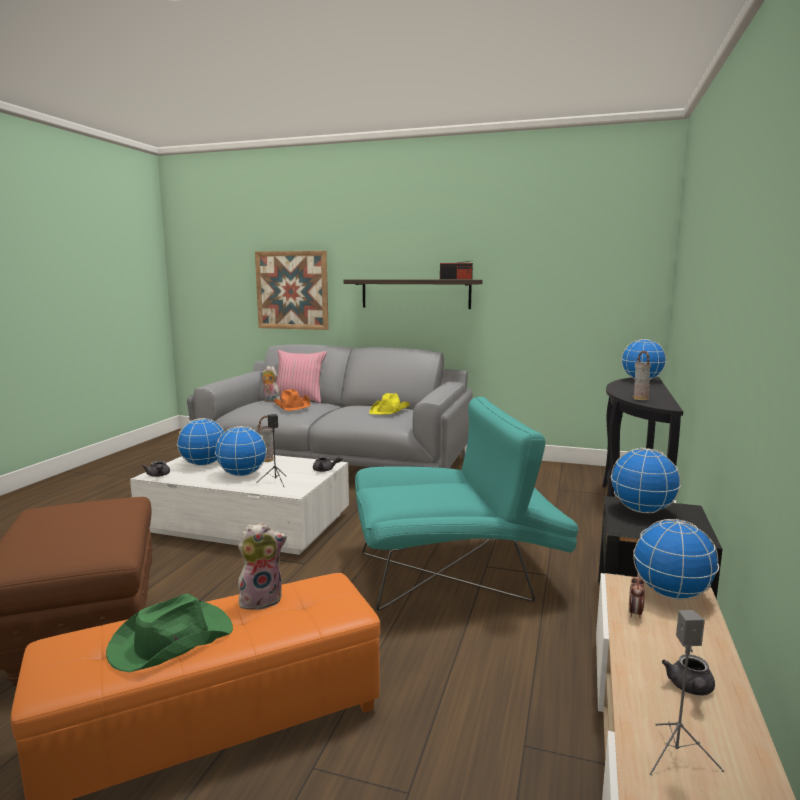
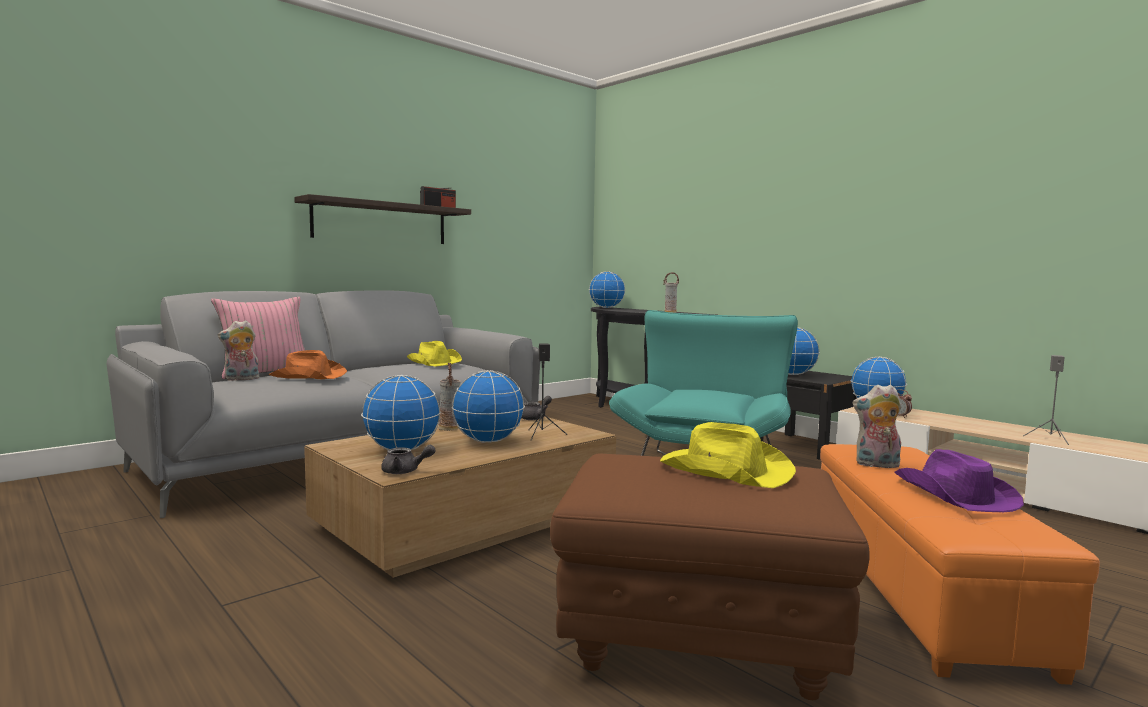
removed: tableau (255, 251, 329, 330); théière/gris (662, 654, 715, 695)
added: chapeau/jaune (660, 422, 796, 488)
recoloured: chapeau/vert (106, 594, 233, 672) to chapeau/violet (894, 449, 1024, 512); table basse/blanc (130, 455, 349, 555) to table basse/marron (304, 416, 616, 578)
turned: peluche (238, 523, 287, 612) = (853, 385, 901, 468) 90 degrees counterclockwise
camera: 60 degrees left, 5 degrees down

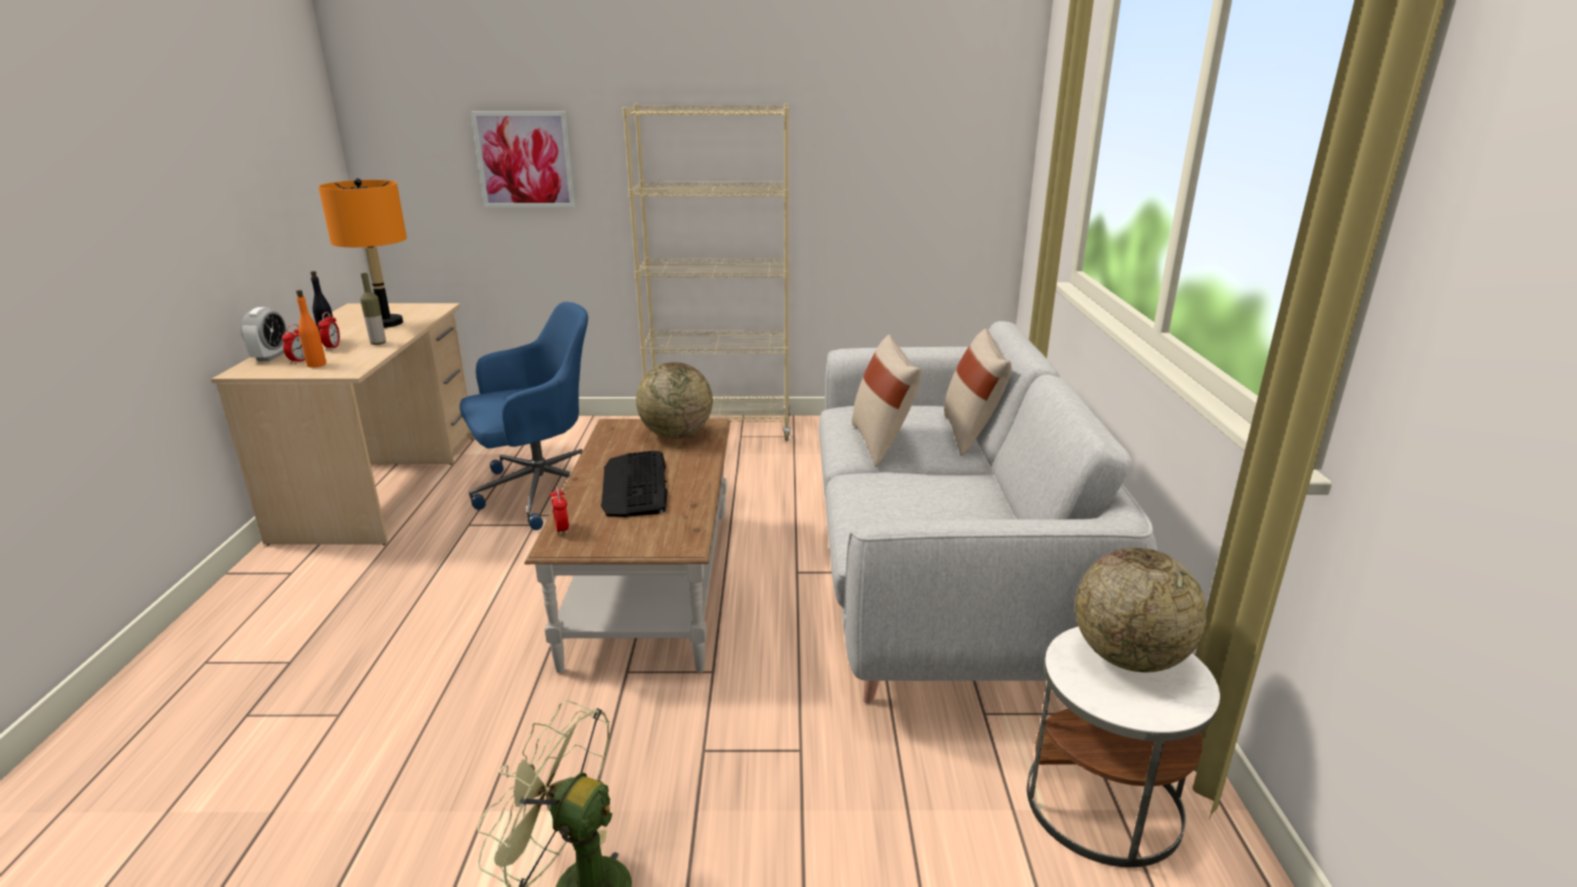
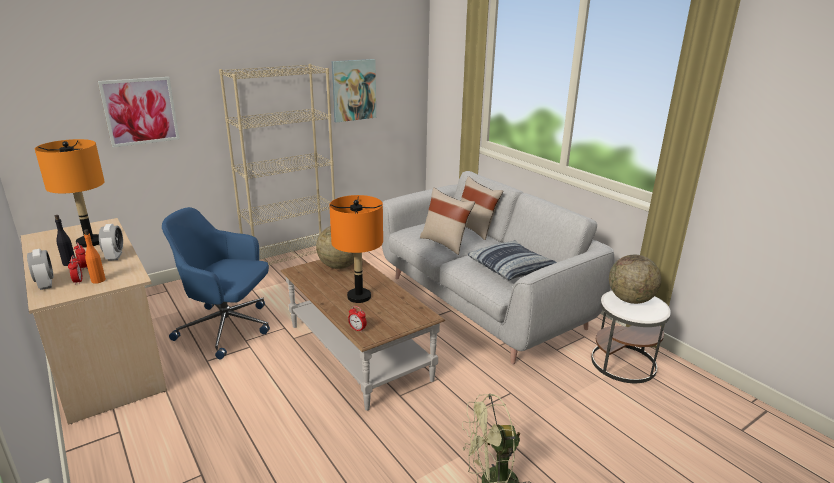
added: tableau (332, 59, 376, 123); coussin (468, 240, 557, 280)
replaced: bouteille (360, 273, 386, 345) to réveil (99, 224, 123, 261); clavier (601, 451, 668, 517) to lampe de table/orange (329, 195, 383, 303)
turned: chaise de bureau/bleu (460, 302, 588, 530) = (162, 207, 270, 359) 105 degrees counterclockwise
camera: 35 degrees left, 0 degrees up

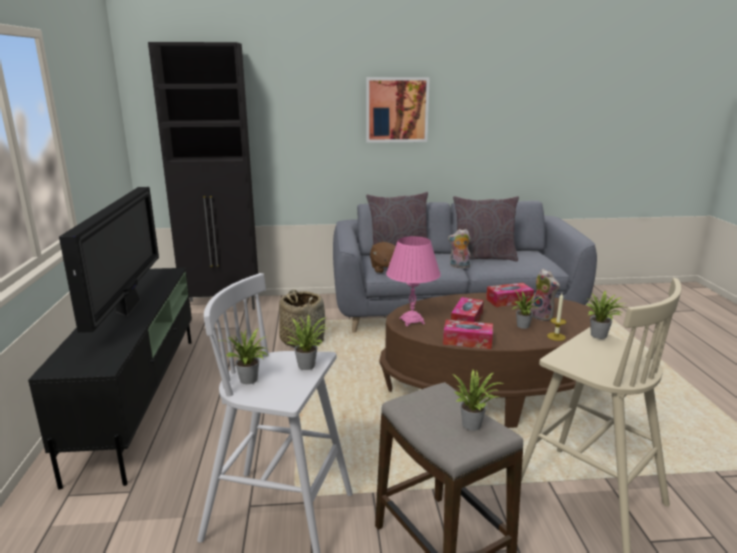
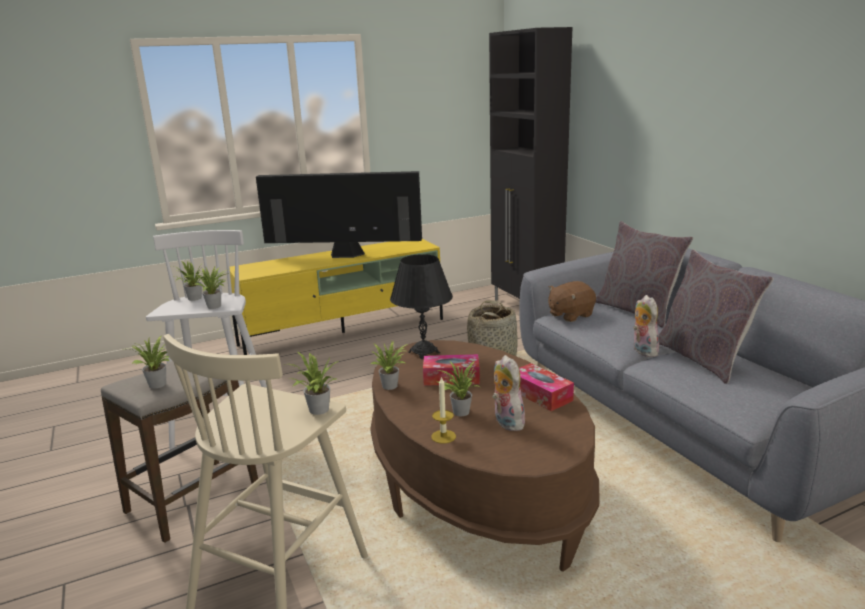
removed: tableau (366, 77, 430, 143)
replaced: boîte à mouchoirs (443, 320, 493, 349) to plante en pot (371, 341, 407, 390)
recoloured: meuble télé/noir (28, 268, 192, 490) to meuble télé/jaune (230, 239, 443, 355); lampe de table/rose (386, 236, 441, 326) to lampe de table/noir (390, 254, 453, 359)
turned: téléviseur (59, 187, 159, 333) = (256, 171, 422, 258) 150 degrees counterclockwise; peluche (530, 269, 560, 321) = (492, 355, 528, 431) 120 degrees clockwise
camera: 70 degrees right, 0 degrees up

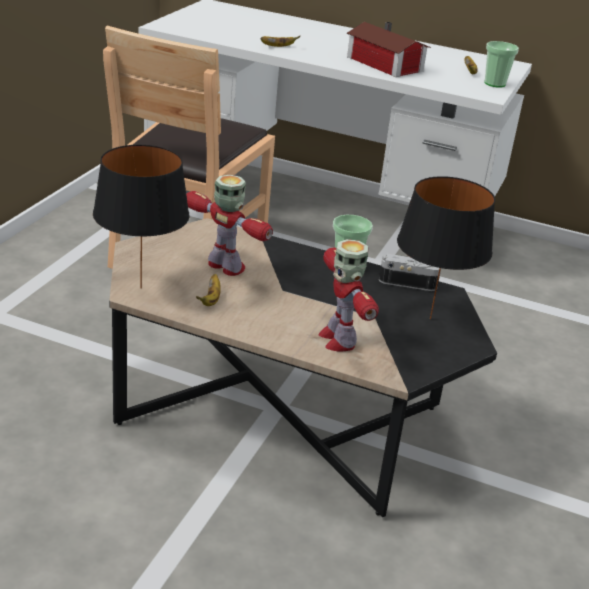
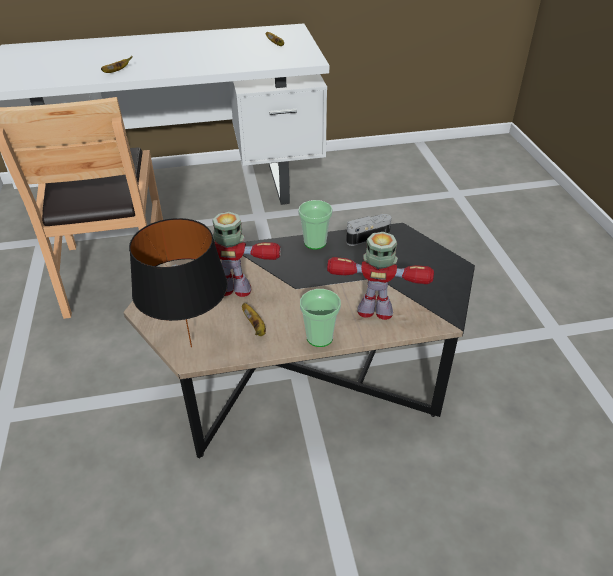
removed: maison miniature (347, 22, 431, 77); lampe de table/noir (397, 176, 495, 319)
moved: tasse (484, 41, 519, 88) to (300, 289, 341, 347)
turned: robot jouet (319, 239, 379, 352) = (327, 232, 434, 320) 150 degrees clockwise
camera: 30 degrees left, 10 degrees up

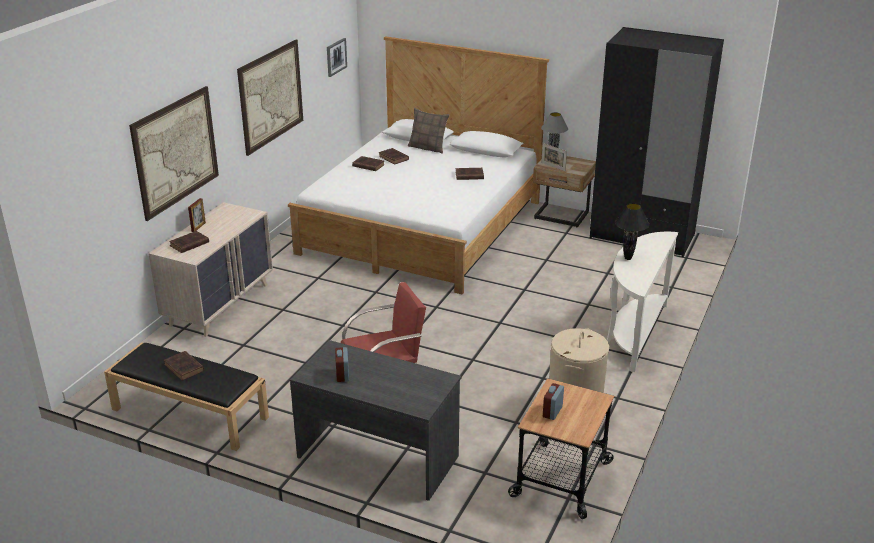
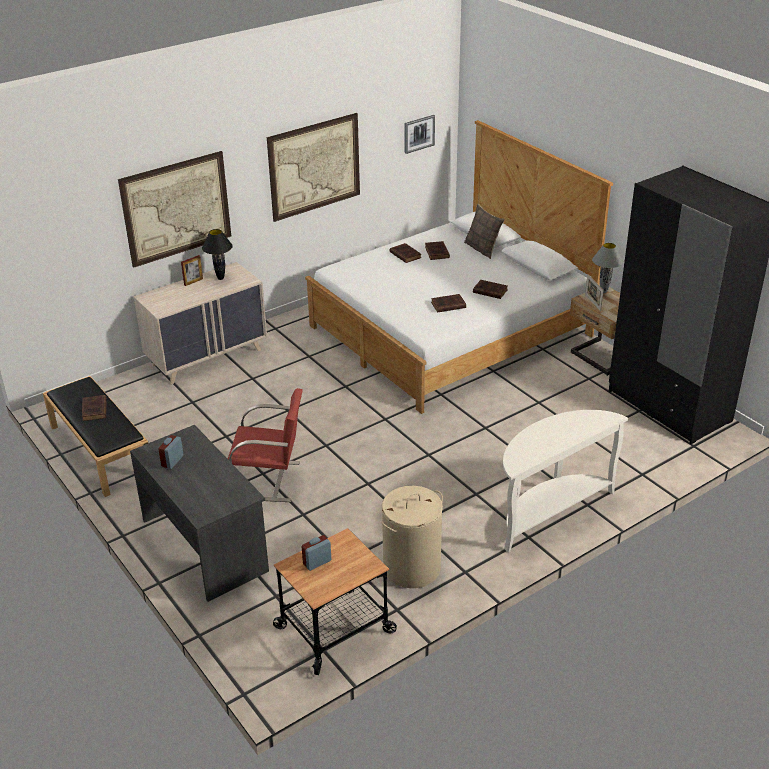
moved: livre/marron (169, 231, 209, 253) to (431, 294, 466, 313); lampe de table/noir (615, 203, 649, 260) to (202, 229, 233, 280)
camera: 30 degrees right, 5 degrees up

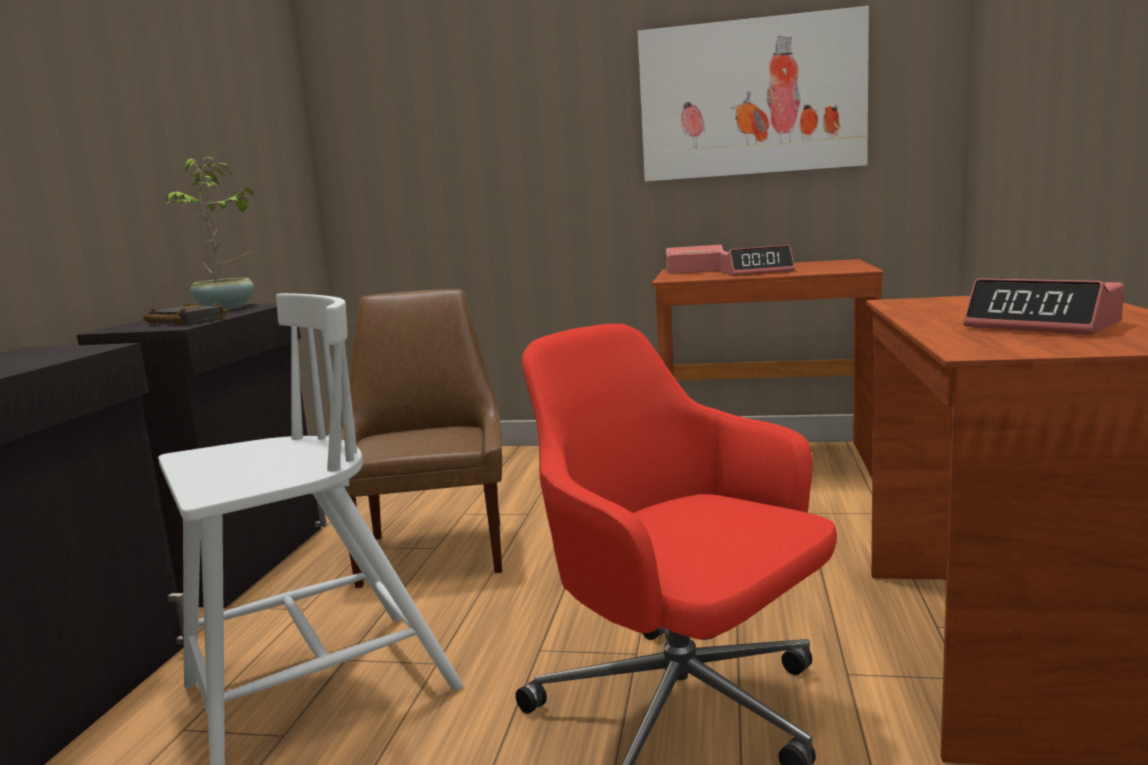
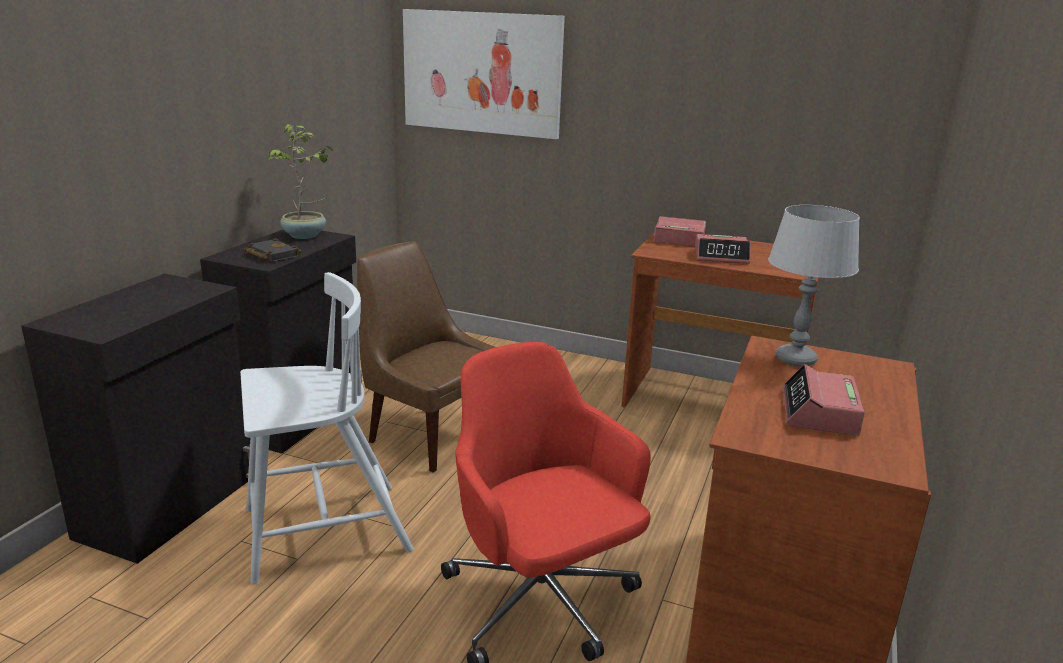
added: lampe de table/gris (768, 205, 860, 367)
moved: tableau (638, 6, 869, 182) to (403, 9, 565, 139)
turned: chaise/marron (341, 289, 502, 588) = (357, 241, 496, 472) 60 degrees counterclockwise; réveil (963, 278, 1124, 335) = (782, 364, 865, 436) 45 degrees clockwise
camera: 10 degrees right, 10 degrees up

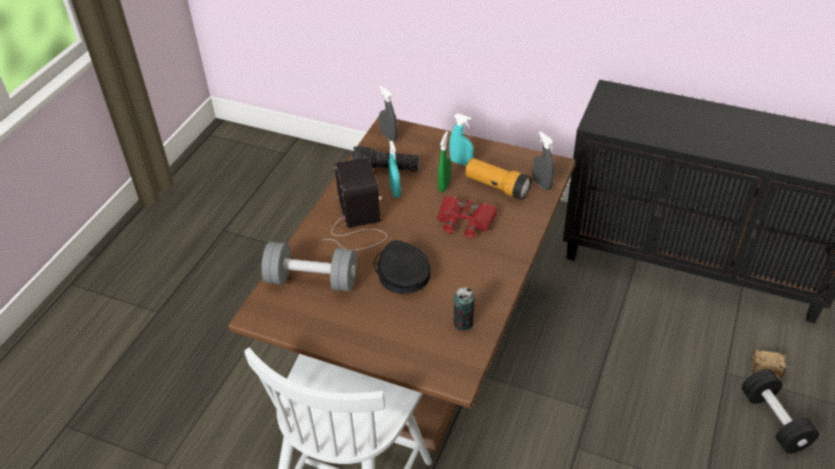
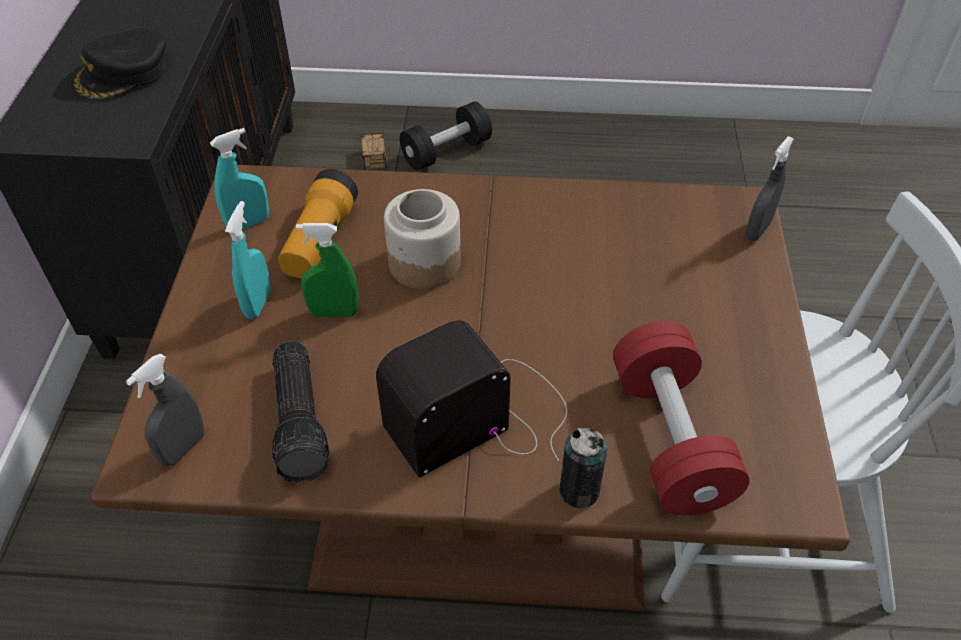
moved: casquette/noir (374, 240, 431, 294) to (71, 28, 167, 101); vaporisateur/turquoise (389, 141, 401, 198) to (210, 128, 269, 229); boîte métallique (453, 287, 474, 331) to (560, 427, 607, 508); vaporisateur/gris (532, 131, 554, 190) to (745, 136, 794, 241)
replaced: jumelles/rouge (437, 196, 498, 238) to bocal (384, 189, 461, 289)
recoloured: haltère/gris (262, 242, 357, 291) to haltère/rouge (613, 321, 750, 515)
camera: 110 degrees left, 5 degrees up

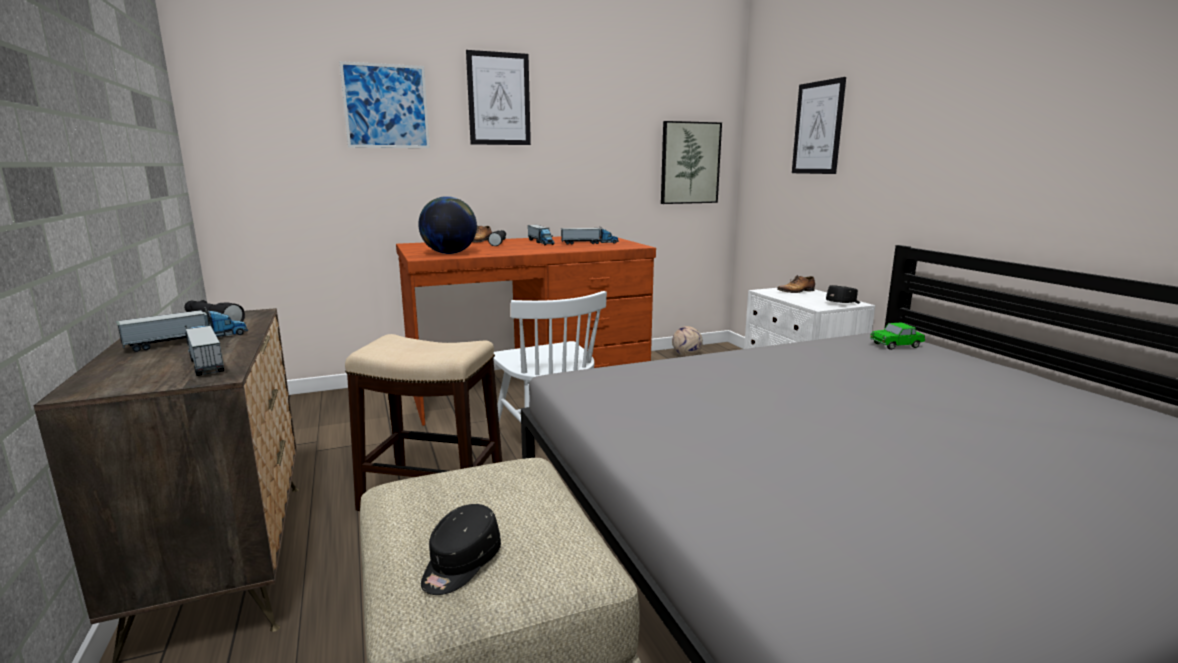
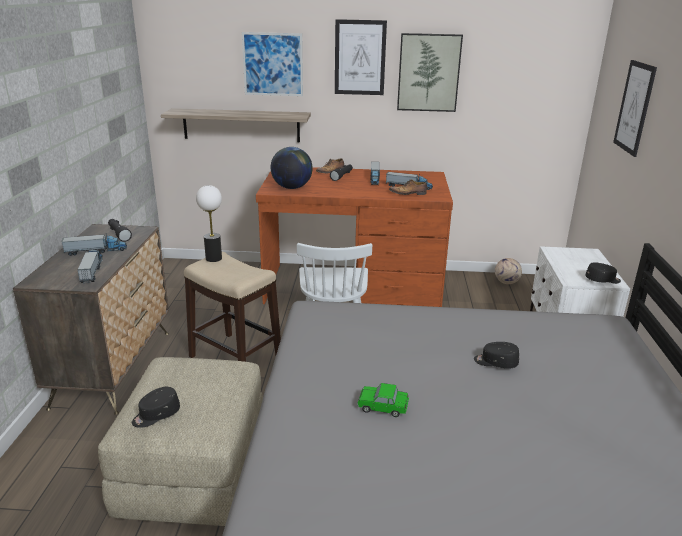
added: étagère (161, 108, 311, 142); lampe de table (196, 185, 222, 262); casquette/noir (474, 342, 519, 369)
moved: tableau (661, 121, 722, 204) to (397, 33, 463, 112); chaussure (777, 275, 815, 293) to (389, 179, 427, 195); petite voiture (870, 322, 925, 350) to (357, 383, 409, 417)
camera: 25 degrees right, 10 degrees up

